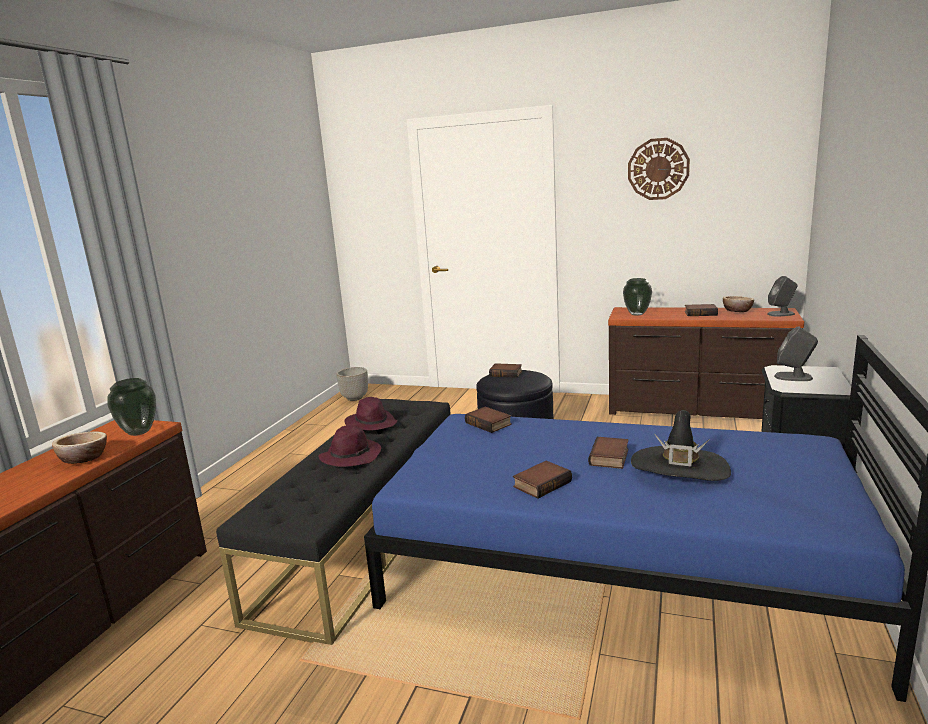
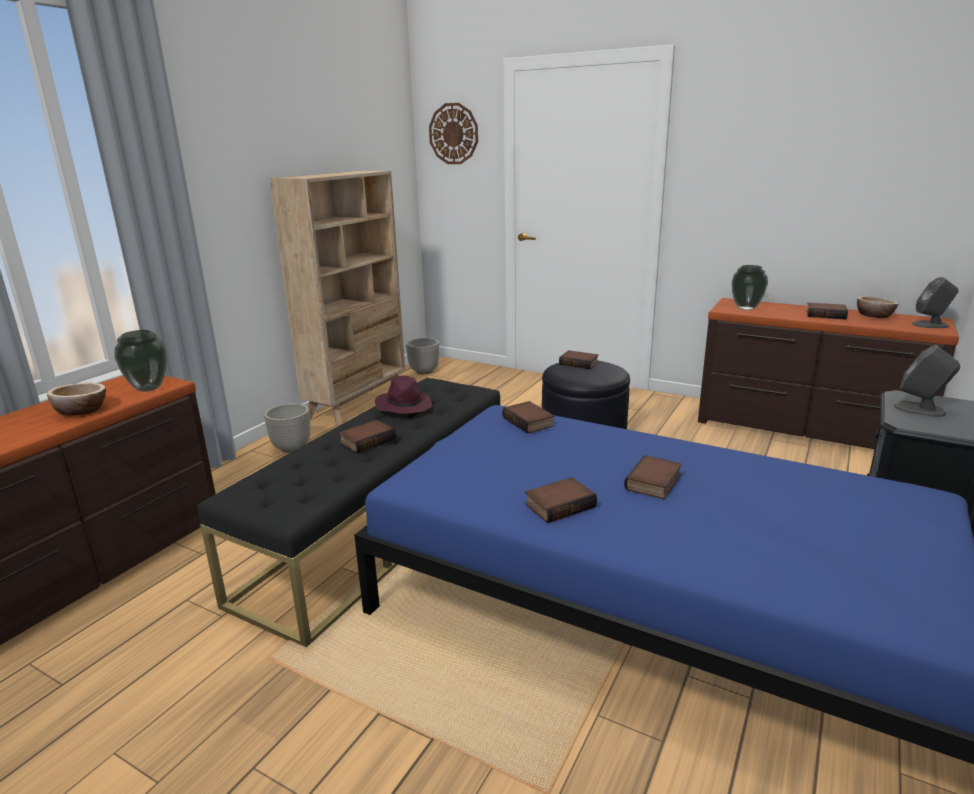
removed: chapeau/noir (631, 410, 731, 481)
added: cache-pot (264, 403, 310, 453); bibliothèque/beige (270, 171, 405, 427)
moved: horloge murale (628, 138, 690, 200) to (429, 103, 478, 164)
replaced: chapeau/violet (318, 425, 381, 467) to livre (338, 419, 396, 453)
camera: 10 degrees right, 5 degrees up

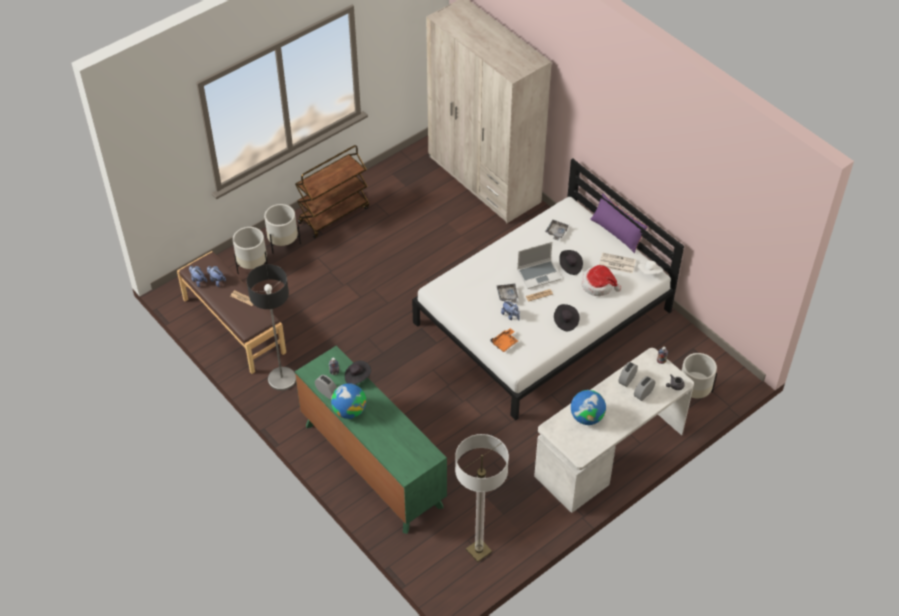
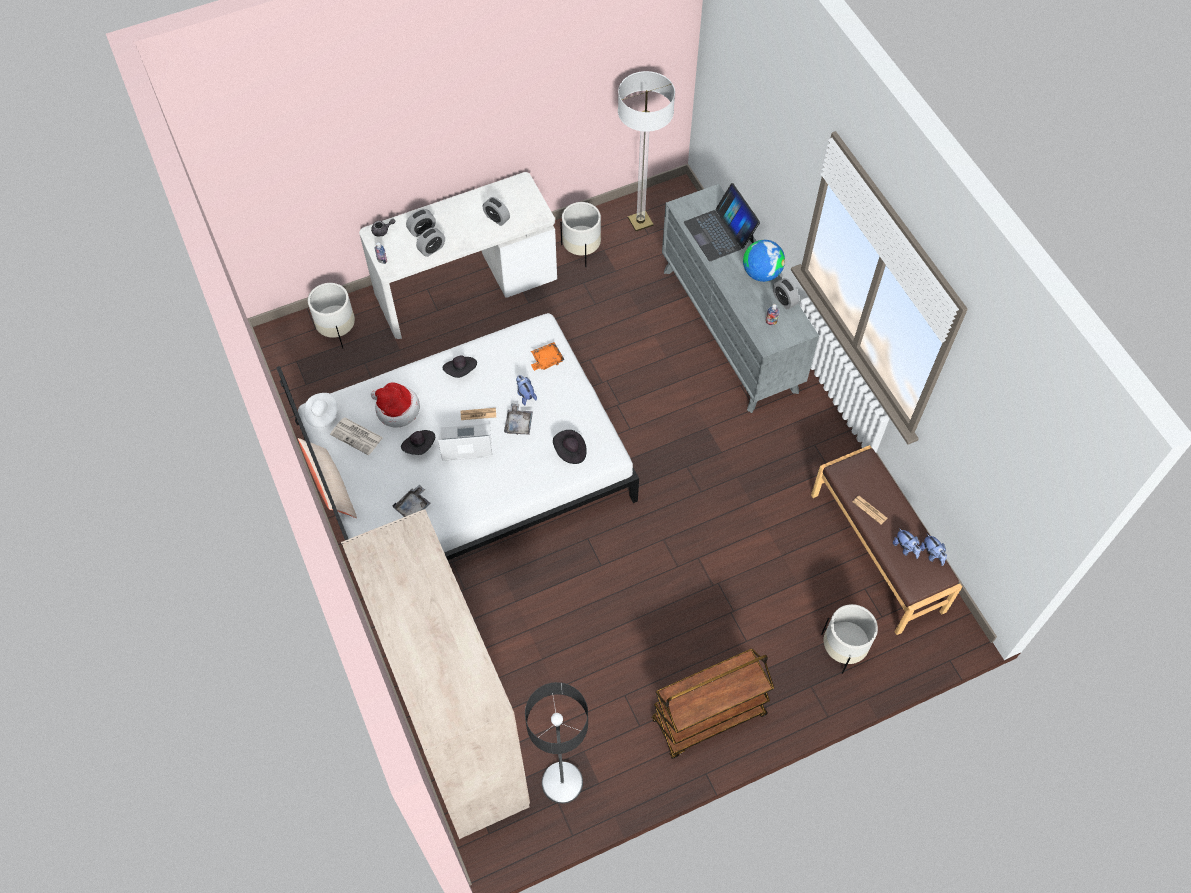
added: ordinateur portable (684, 183, 760, 261)
moved: lampadaire (247, 264, 296, 391) to (525, 682, 588, 804); cache-pot/blanc (264, 204, 301, 254) to (560, 202, 601, 267); chapeau/noir (345, 361, 371, 385) to (553, 430, 587, 464)
replaced: globe (571, 390, 606, 425) to réveil (483, 197, 510, 226)
recoloured: commode/vert (295, 346, 447, 534) to commode/gris (662, 184, 819, 413); coussin/violet (590, 193, 648, 253) to coussin/beige (298, 438, 357, 518)
camera: 165 degrees left, 10 degrees up

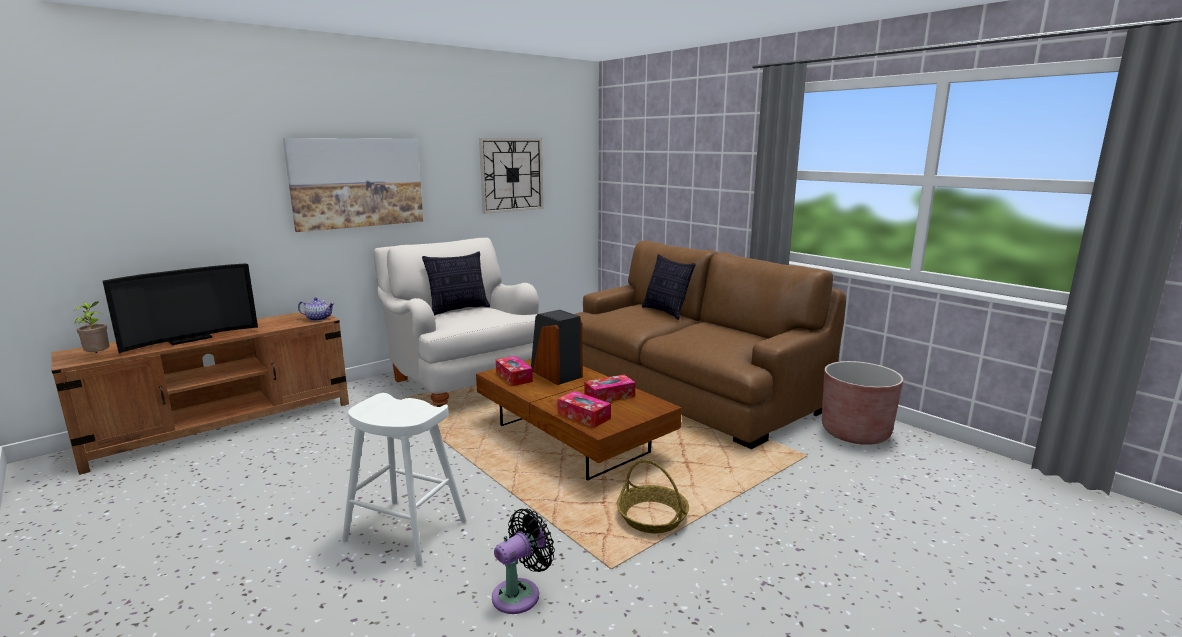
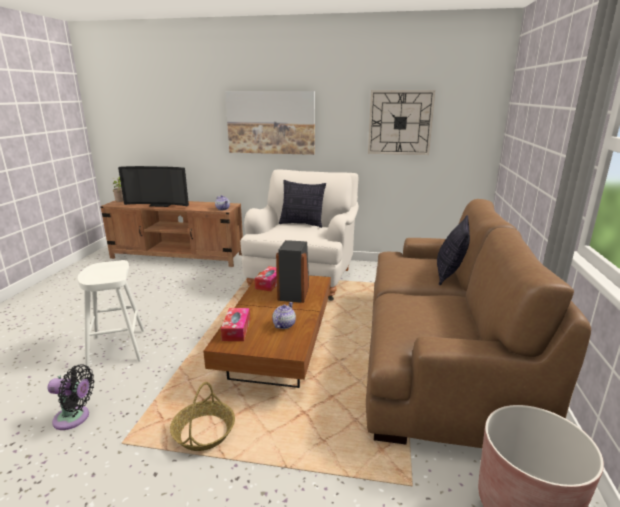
replaced: boîte à mouchoirs (584, 375, 635, 402) to théière (272, 302, 296, 329)
camera: 50 degrees right, 5 degrees up

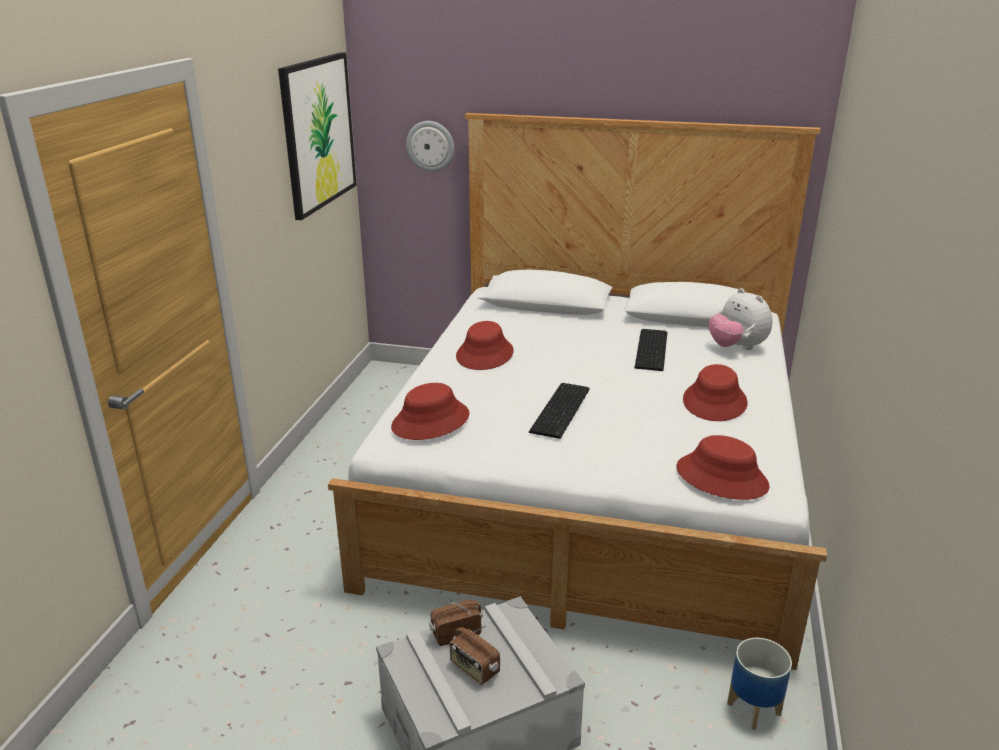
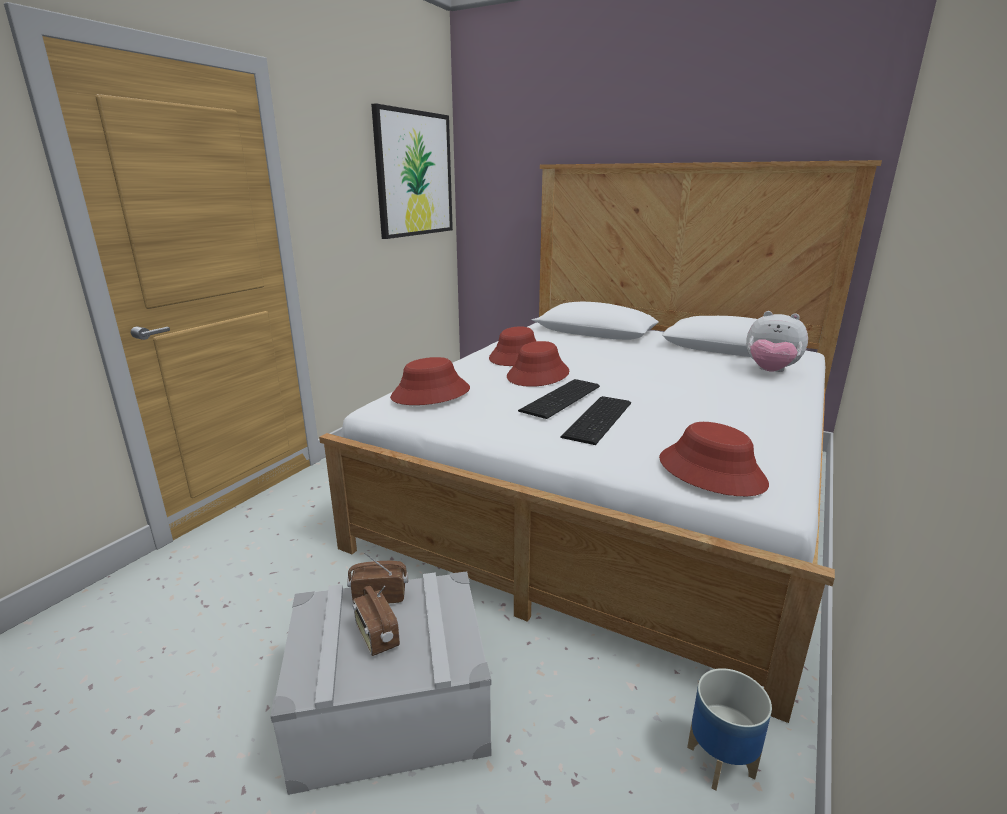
removed: horloge murale (406, 121, 454, 172)
moved: clavier (634, 329, 667, 371) to (560, 396, 631, 445); chapeau/rouge (683, 364, 748, 421) to (507, 341, 569, 387)
turned: peluche (708, 288, 773, 350) = (746, 311, 808, 372) 45 degrees counterclockwise
camera: 15 degrees right, 5 degrees down

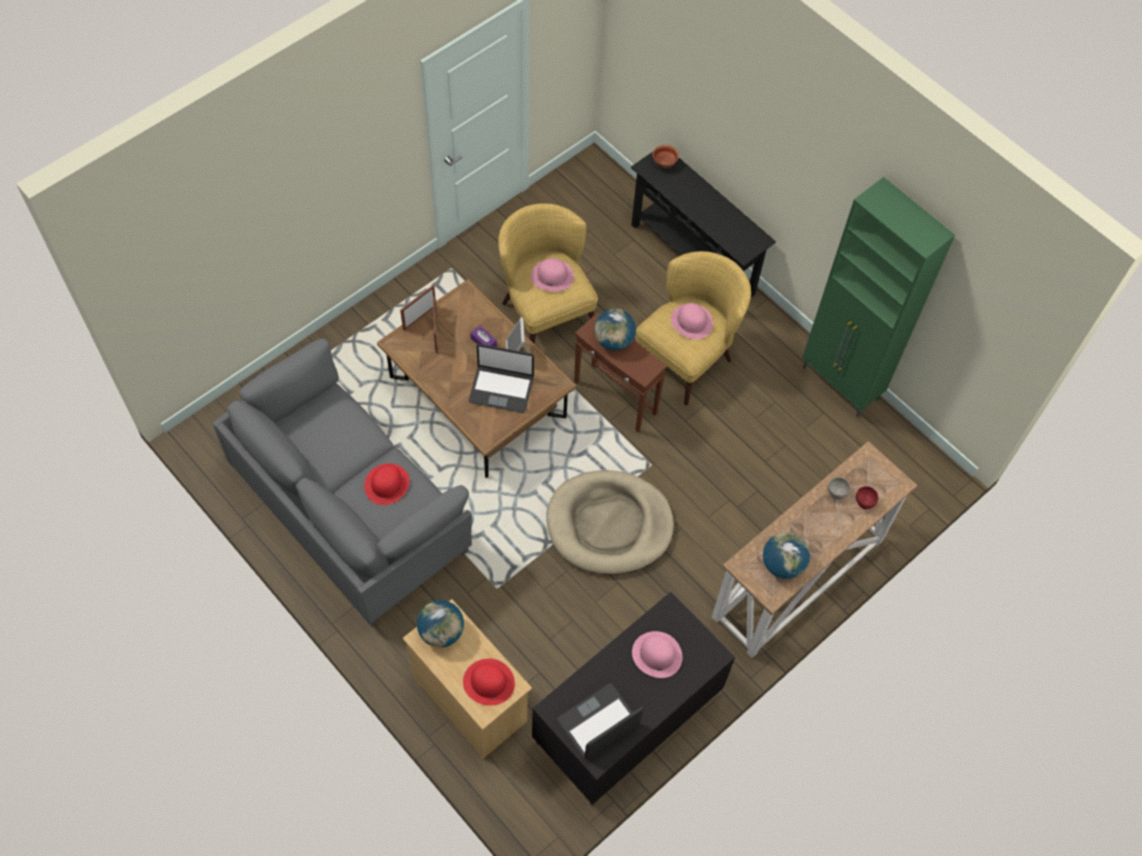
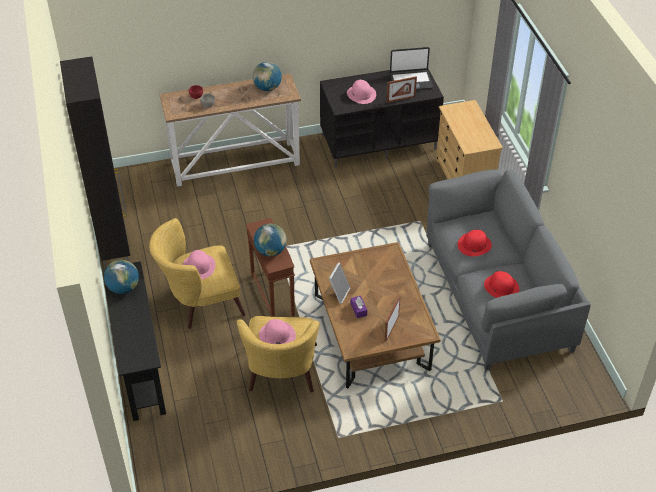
removed: ordinateur portable (469, 344, 534, 413); panier pour chien/beige (546, 470, 674, 575); bol (653, 145, 679, 168)
moved: cadre photo (400, 285, 436, 330) to (387, 76, 417, 103); globe (417, 600, 464, 648) to (104, 260, 139, 294); chapeau/rouge (463, 659, 515, 706) to (484, 271, 519, 298)
recoloured: meuble de rangement/vert (802, 177, 955, 417) to meuble de rangement/noir (60, 56, 130, 268)
camera: 150 degrees left, 15 degrees down

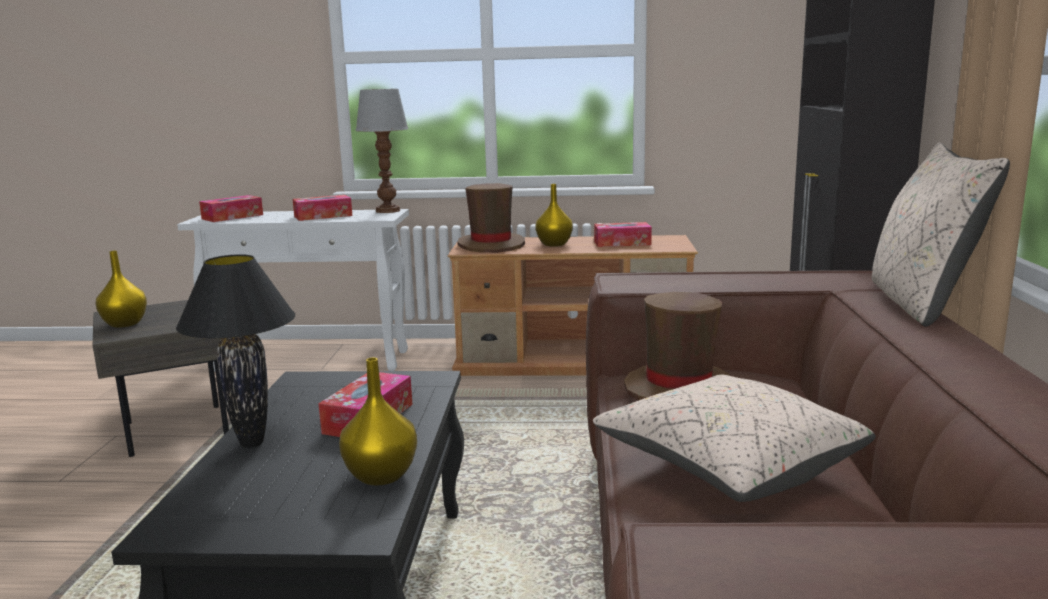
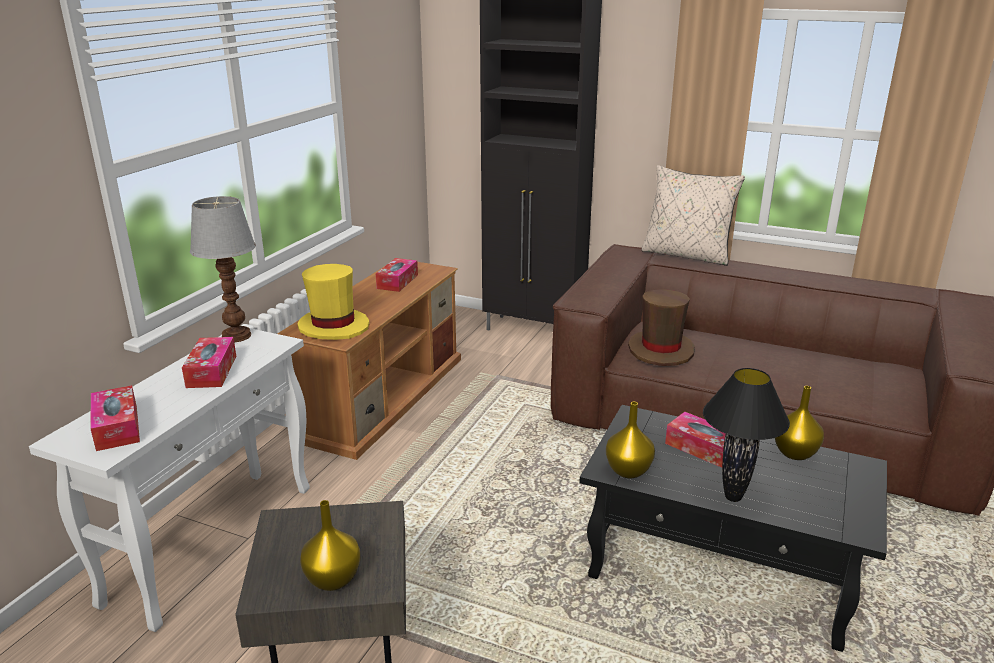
removed: coussin/beige (593, 375, 876, 502)
moved: vase/jaune (535, 184, 573, 247) to (606, 402, 655, 478)
recoloured: chapeau/marron (457, 183, 525, 253) to chapeau/jaune (297, 264, 369, 340)
camera: 70 degrees left, 10 degrees up

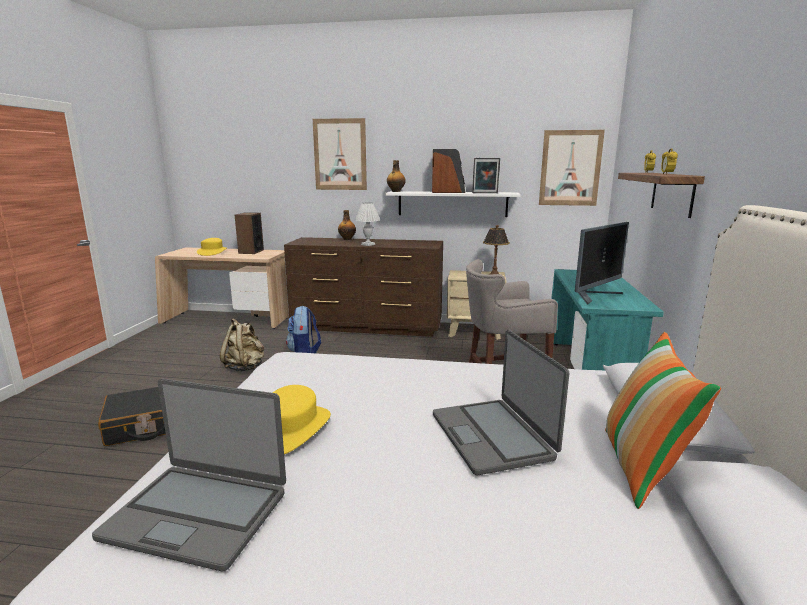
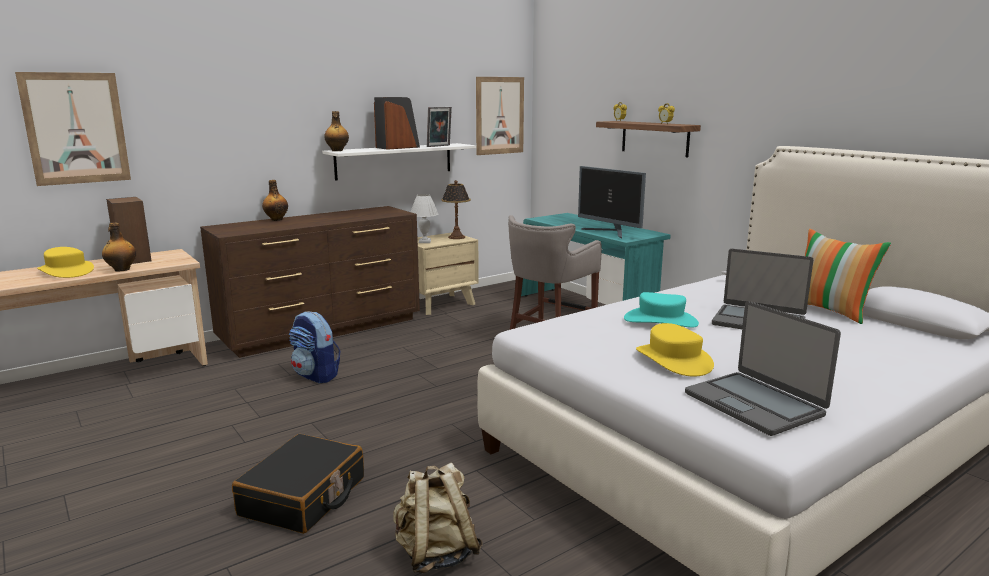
added: bouteille (102, 223, 136, 272); chapeau/turquoise (624, 292, 699, 328)
moved: sac à dos/beige (220, 319, 264, 371) to (393, 463, 483, 573); tableau (313, 118, 367, 190) to (15, 72, 131, 186); lampe de table/blanc (355, 203, 380, 246) to (411, 194, 438, 243)
turned: ordinateur portable (92, 379, 286, 571) = (685, 301, 841, 436) 90 degrees clockwise; écran d'ordinateur (575, 222, 629, 305) = (578, 166, 646, 239) 135 degrees clockwise
camera: 45 degrees left, 0 degrees up

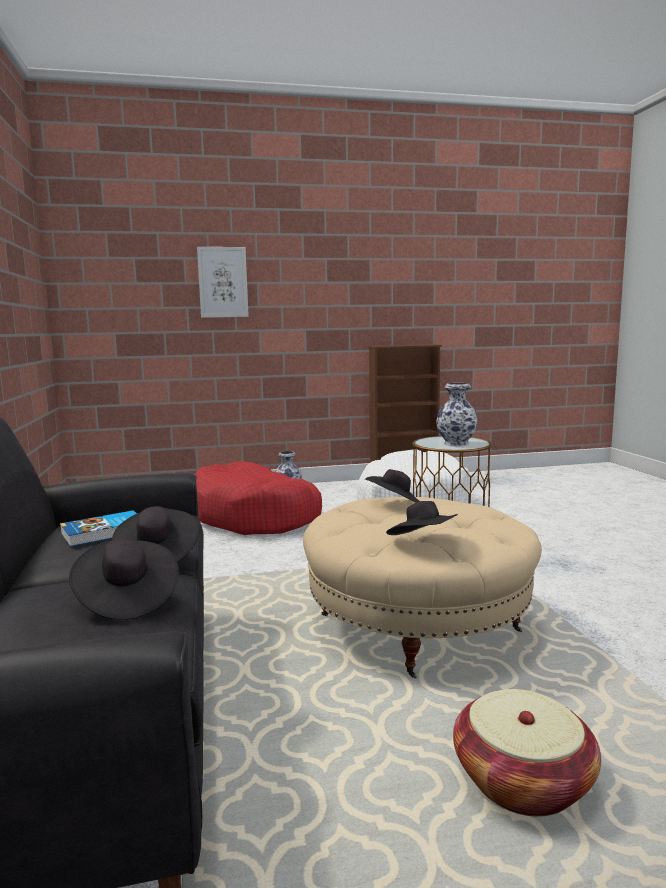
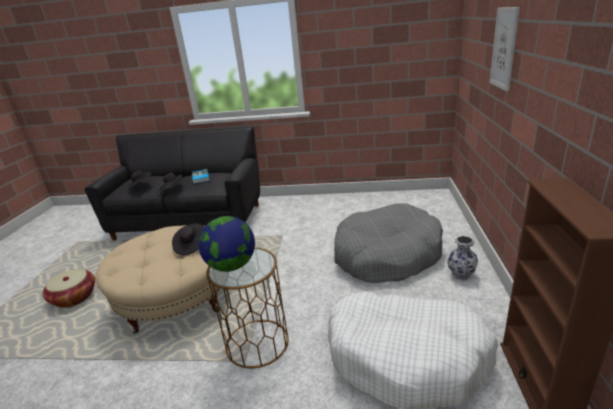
removed: chapeau/noir (386, 501, 458, 535)
replaced: vase (436, 383, 478, 447) to globe (198, 216, 255, 272)
recoloured: panier pour chien/rouge (195, 461, 322, 535) to panier pour chien/gris (334, 204, 443, 283)
camera: 110 degrees right, 15 degrees up

